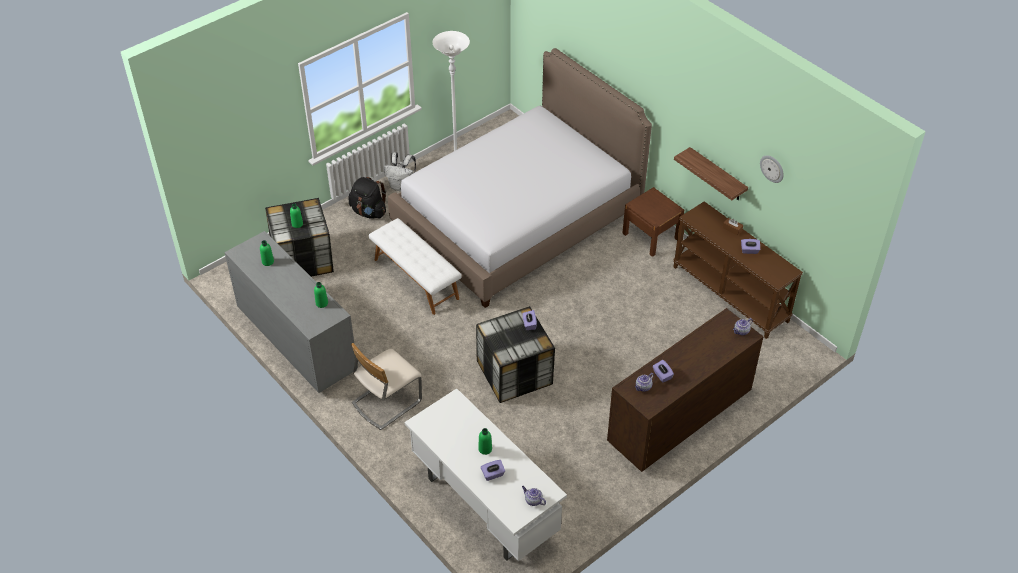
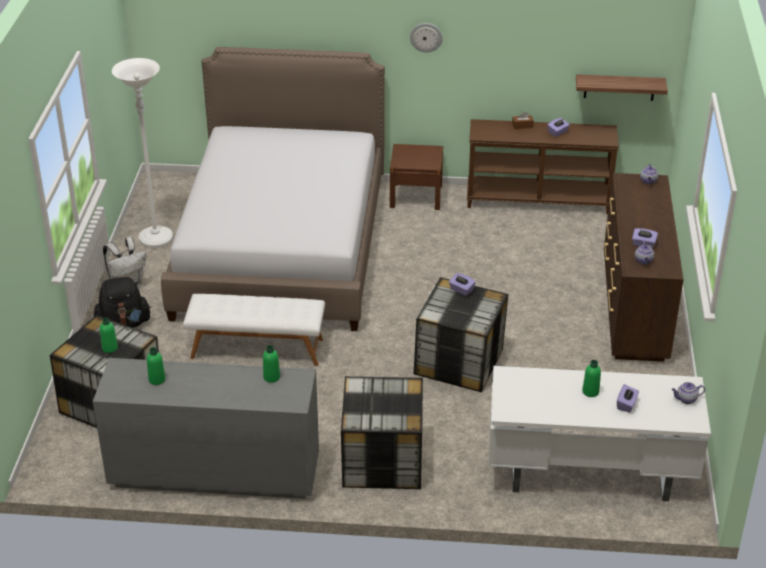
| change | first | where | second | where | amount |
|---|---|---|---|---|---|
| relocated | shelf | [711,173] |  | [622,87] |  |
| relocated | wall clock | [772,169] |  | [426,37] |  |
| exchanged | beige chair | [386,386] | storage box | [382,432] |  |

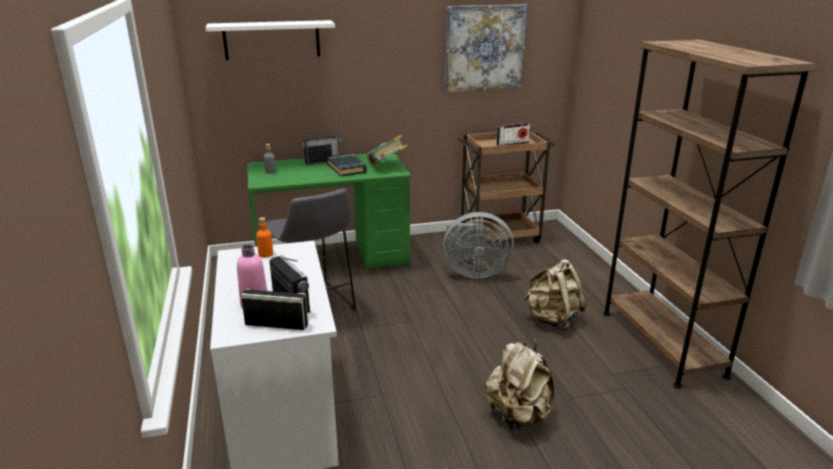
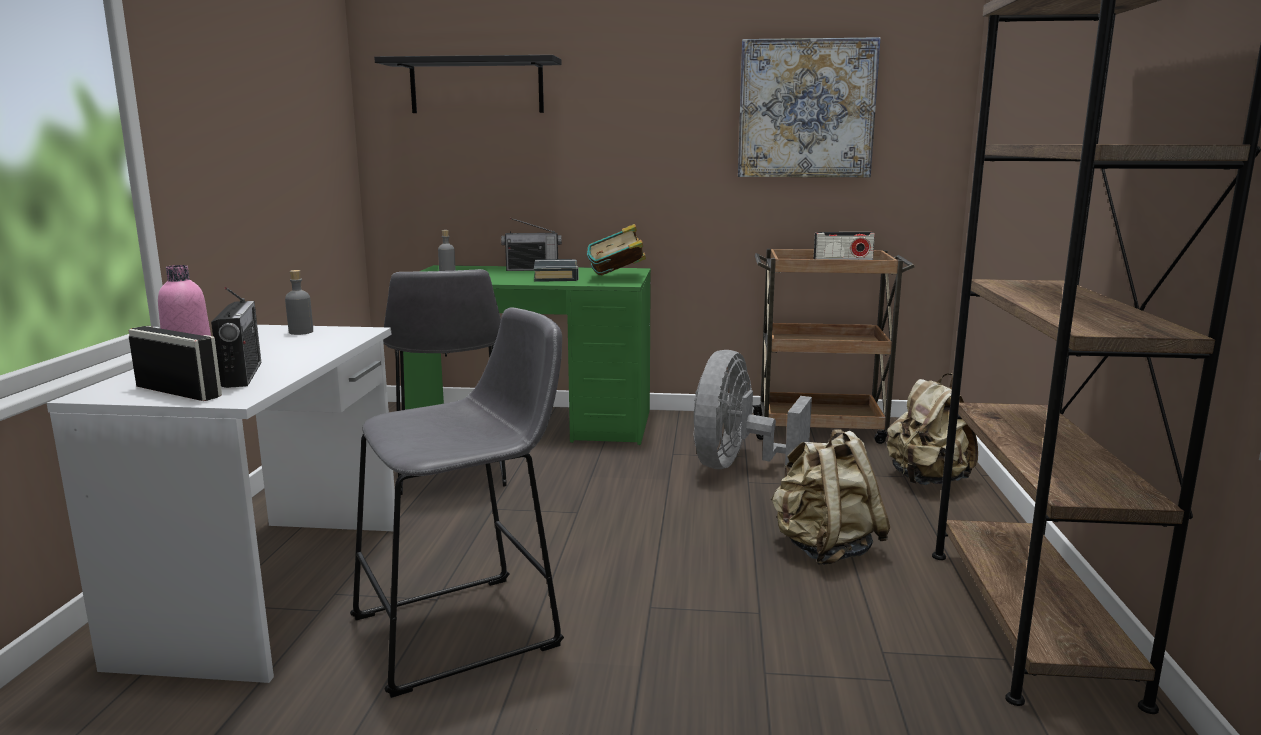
| change | first | where | second | where | amount |
|---|---|---|---|---|---|
| colour | white shelf | [270,40] | black shelf | [468,84] |  |
| spun | grey fan | [478,245] |  | [753,409] | 90 degrees clockwise |
| colour | orange bottle | [264,237] | grey bottle | [299,302] |  |
| relocated | beige backpack | [519,385] |  | [932,429] |  |
| appeared |  |  | grey stool | [457,502] |  |

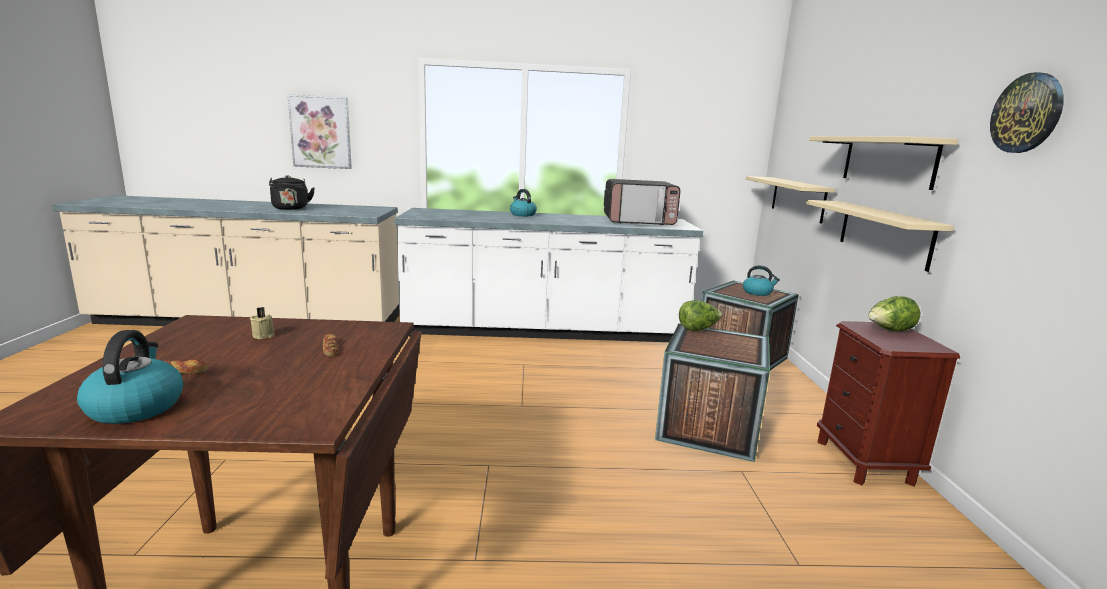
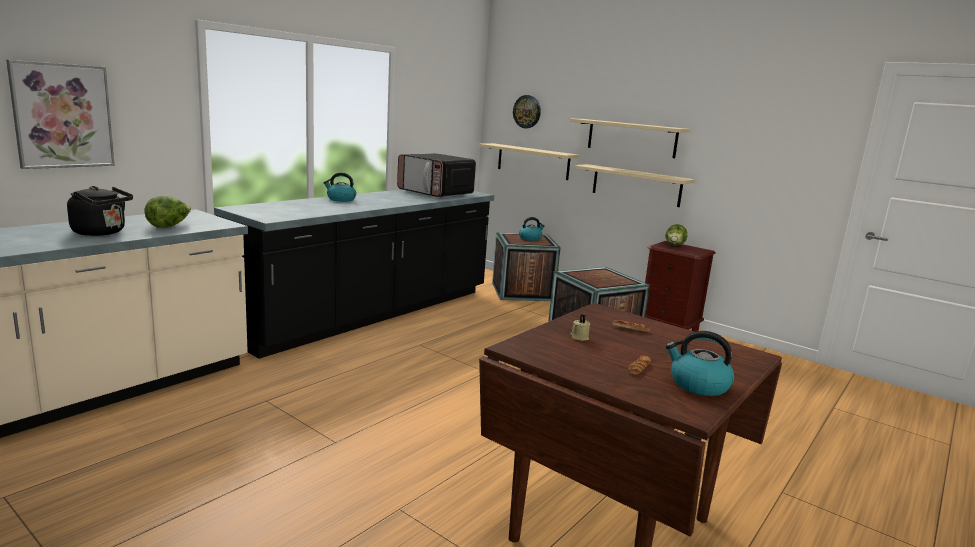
| change | first | where | second | where | amount |
|---|---|---|---|---|---|
| relocated | wall clock | [1027,112] |  | [527,111] |  |
| spun | microwave | [642,202] |  | [436,175] | 90 degrees clockwise |
| colour | white counter | [548,275] | black counter | [354,274] |  |
| relocated | lettuce | [701,315] |  | [167,212] |  |

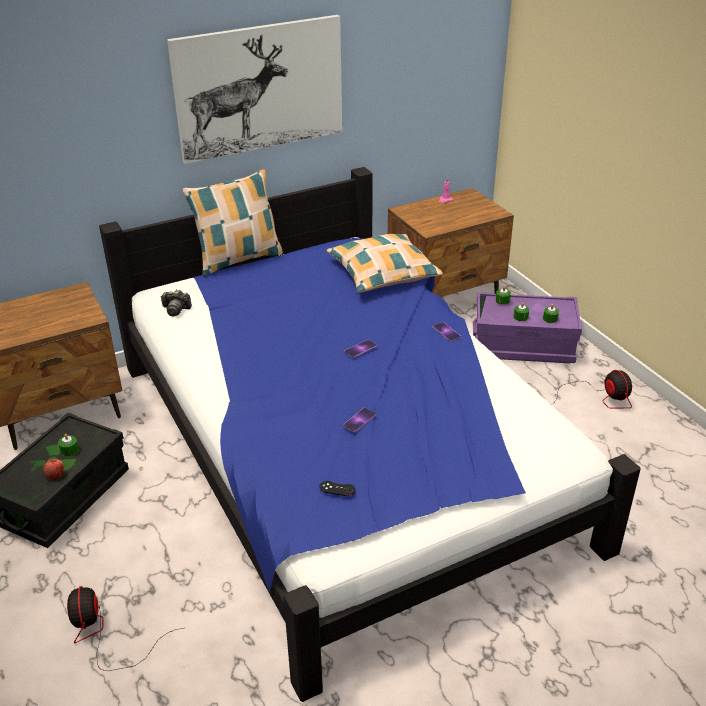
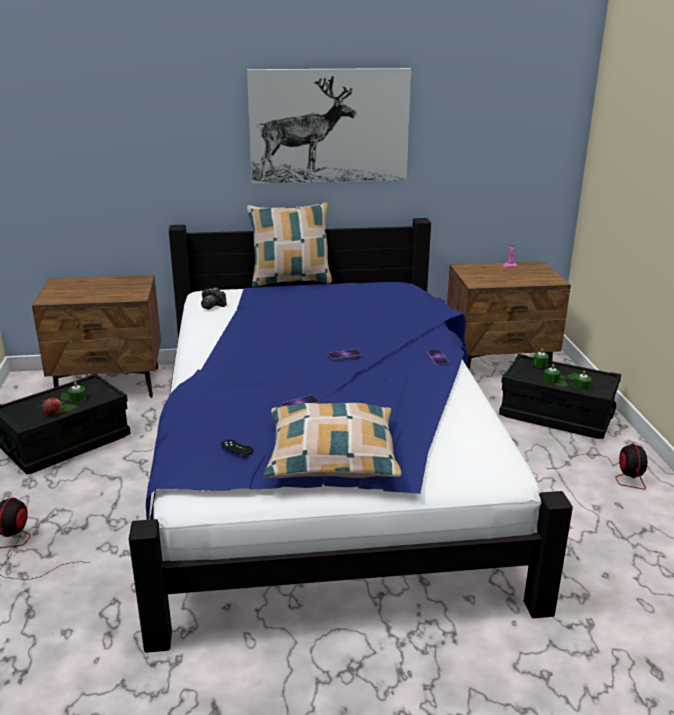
| change | first | where | second | where | amount |
|---|---|---|---|---|---|
| relocated | pillow | [385,263] |  | [332,440] |  |
| colour | purple storage box | [527,328] | black storage box | [560,396] |  |

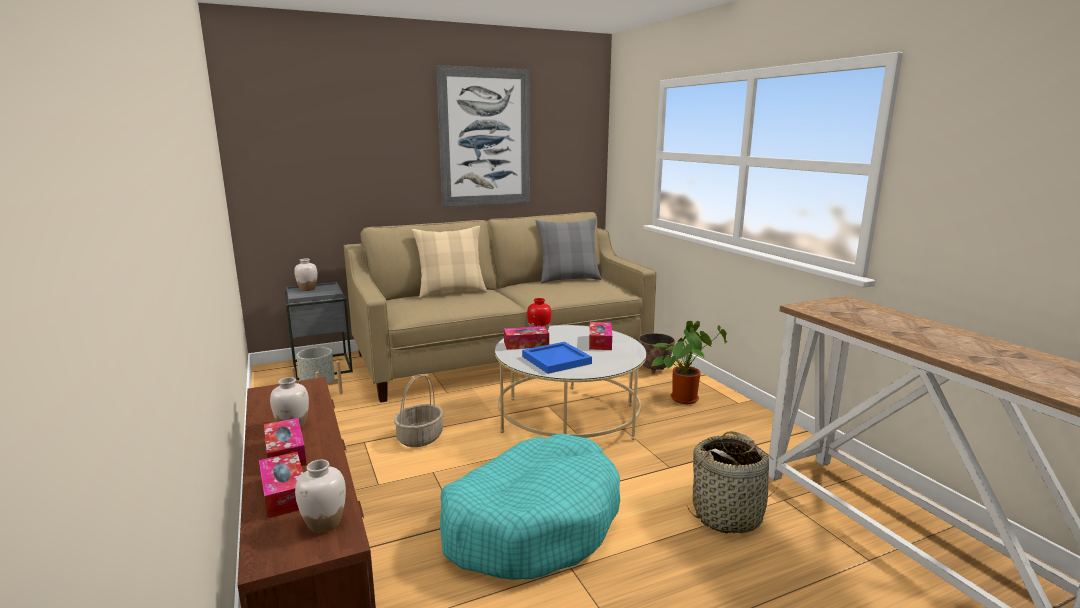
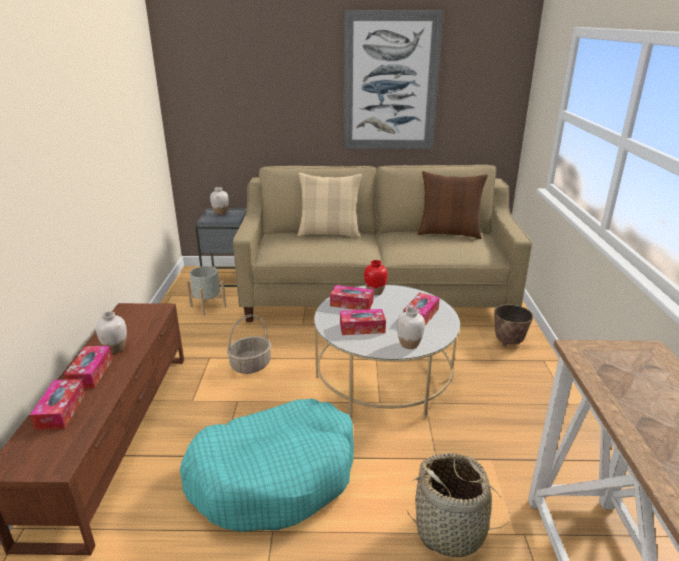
| change | first | where | second | where | amount |
|---|---|---|---|---|---|
| colour | grey pillow | [568,250] | brown pillow | [453,205] |  |
| missing | potted plant | [689,362] |  |  |  |
| exchanged | blue tray | [557,358] | tissue box | [363,322] |  |
| relocated | white vase | [320,496] |  | [411,328] |  |

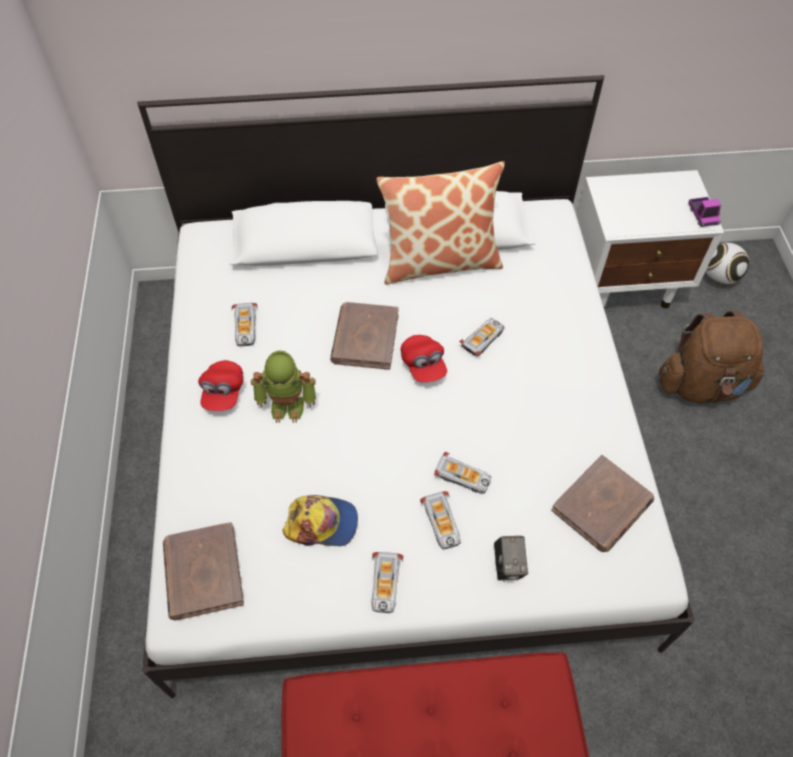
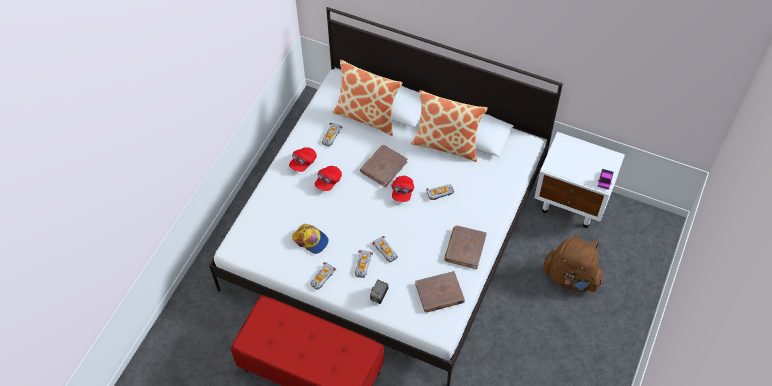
| change | first | where | second | where | amount |
|---|---|---|---|---|---|
| missing | football | [727,264] |  |  |  |
| exchanged | toy robot | [283,386] | red cap | [328,178] |  |
| relocated | brown book | [203,571] |  | [465,247] |  |
| appeared |  |  | pillow | [367,98] |  |

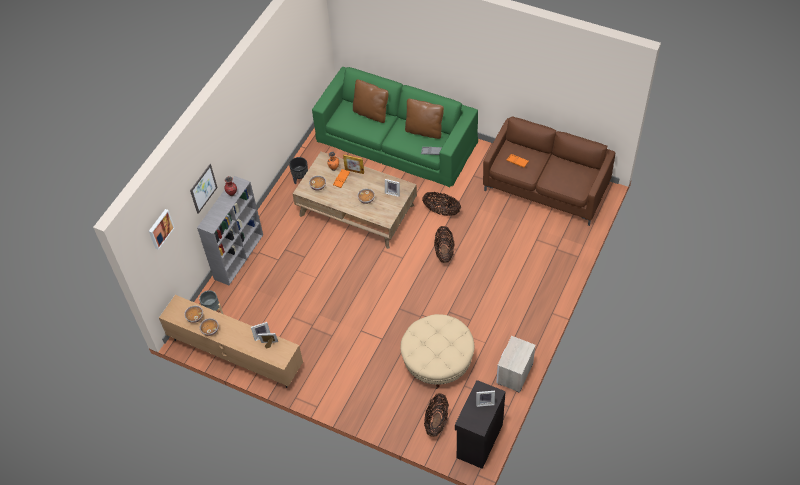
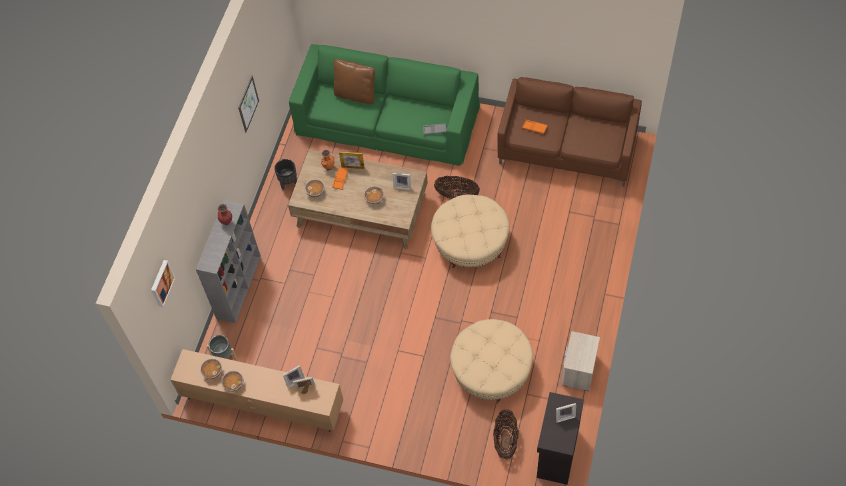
| change | first | where | second | where | amount |
|---|---|---|---|---|---|
| missing | brown pillow | [424,119] |  |  |  |
| relocated | picture | [204,189] |  | [248,104] |  |
| exchanged | basket | [444,244] | beige ottoman | [470,231] |  |

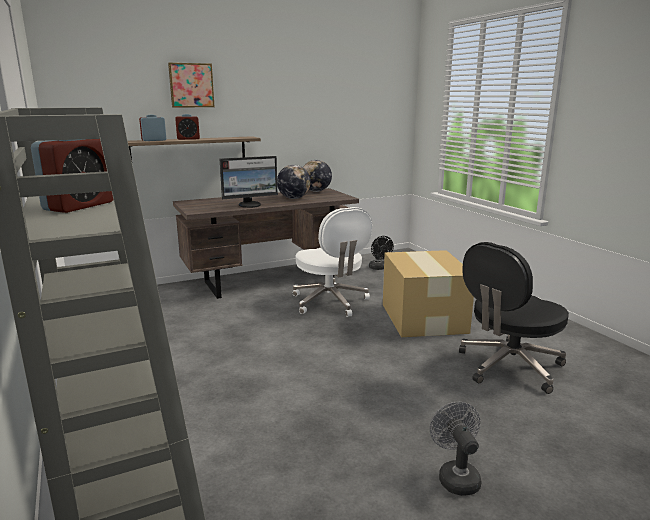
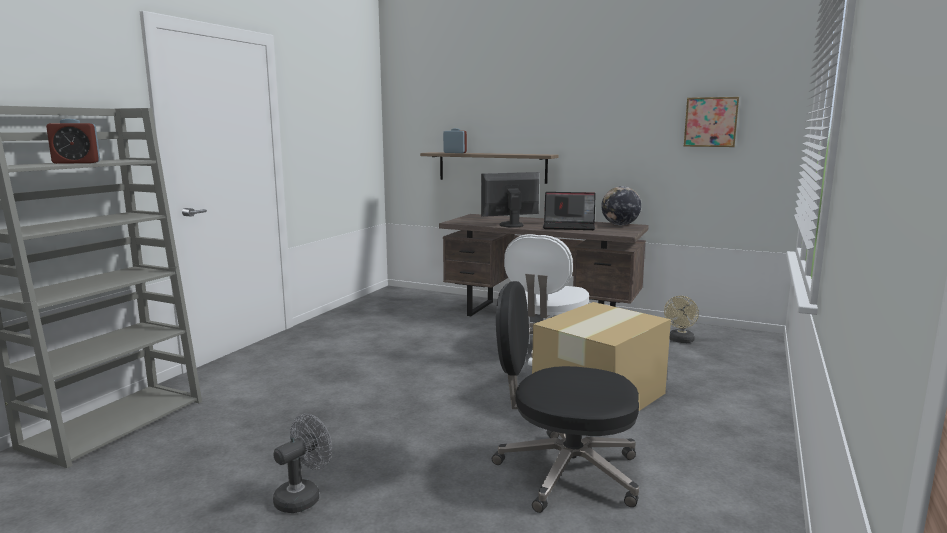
| change | first | where | second | where | amount |
|---|---|---|---|---|---|
| relocated | picture | [191,85] |  | [711,122] |  |
| missing | alarm clock | [187,127] |  |  |  |
| spun | monitor | [249,182] |  | [510,200] | 135 degrees clockwise |
| exchanged | globe | [294,182] | laptop | [569,211] |  |
| colour | black fan | [381,253] | beige fan | [681,319] |  |

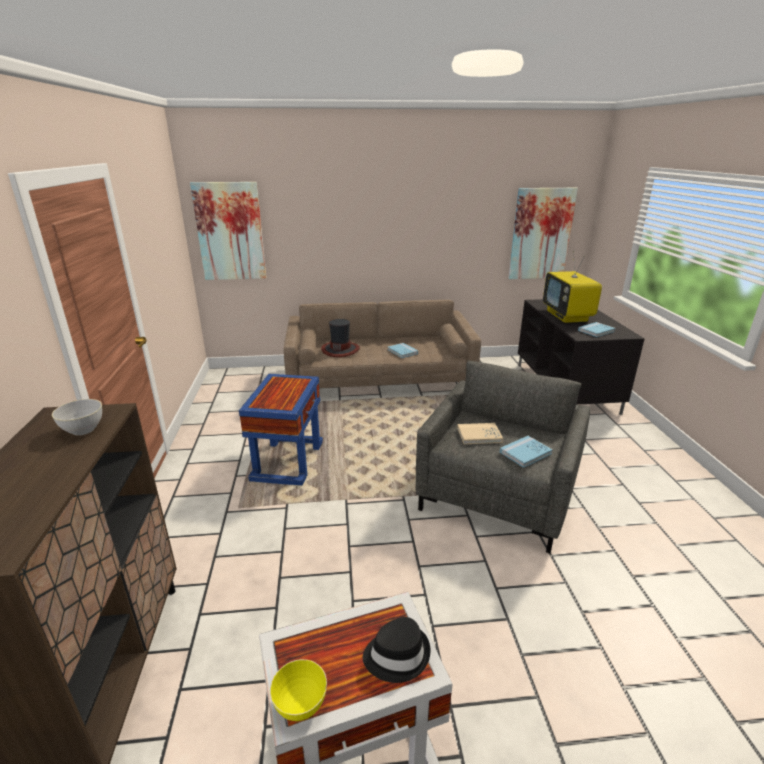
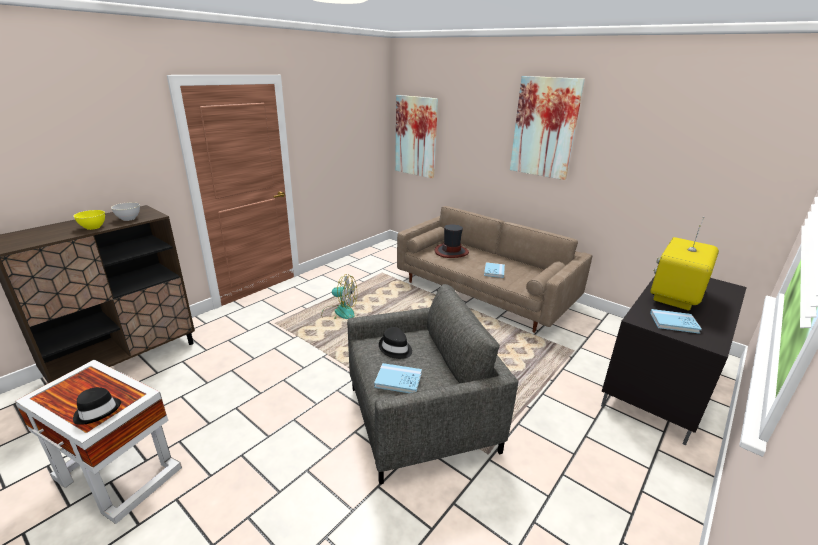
| change | first | where | second | where | amount |
|---|---|---|---|---|---|
| relocated | picture | [543,233] |  | [547,128] |  |
| exchanged | blue side table | [281,430] | fan | [339,298] |  |
| exchanged | beige book | [480,433] | black hat | [395,343] |  |
| relocated | yellow bowl | [298,690] |  | [89,220] |  |

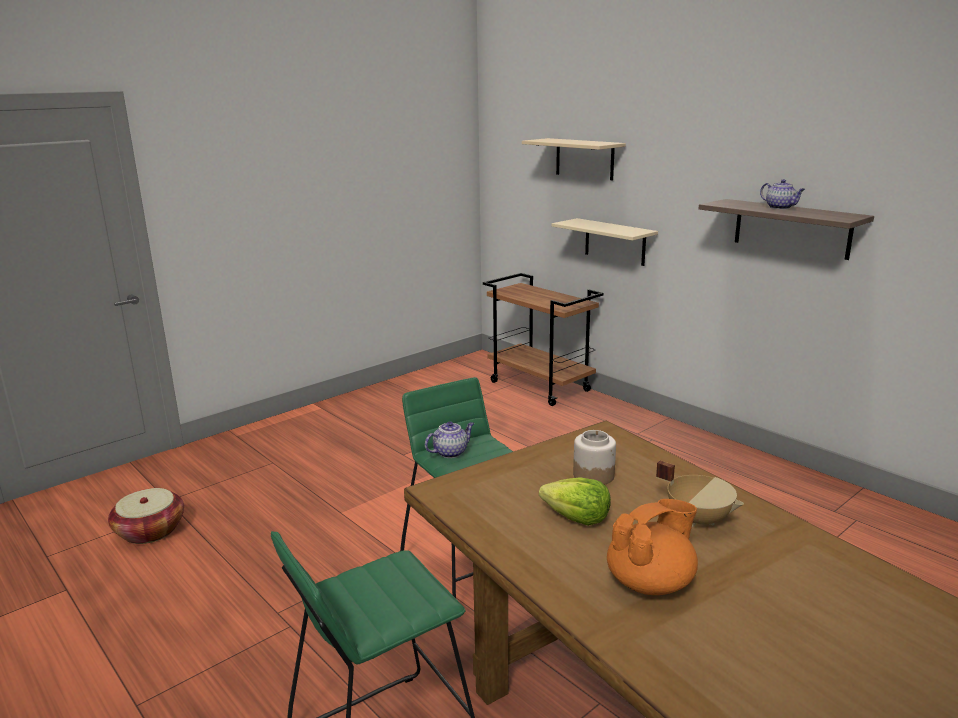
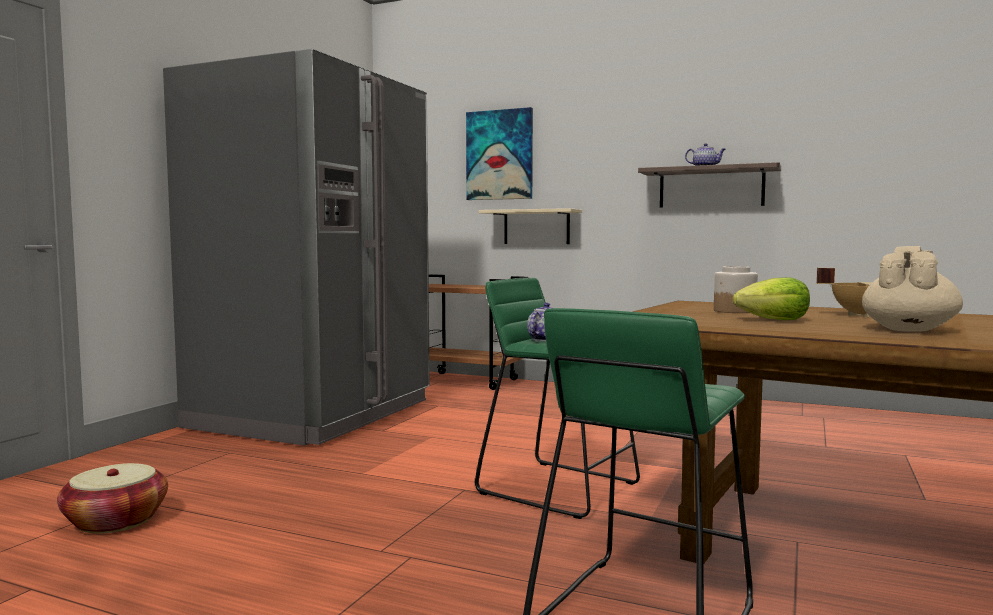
| change | first | where | second | where | amount |
|---|---|---|---|---|---|
| exchanged | beige shelf | [574,159] | picture | [499,153] |  |
| colour | orange teapot | [652,547] | beige teapot | [912,289] |  |
| appeared |  |  | grey fridge | [296,247] |  |

